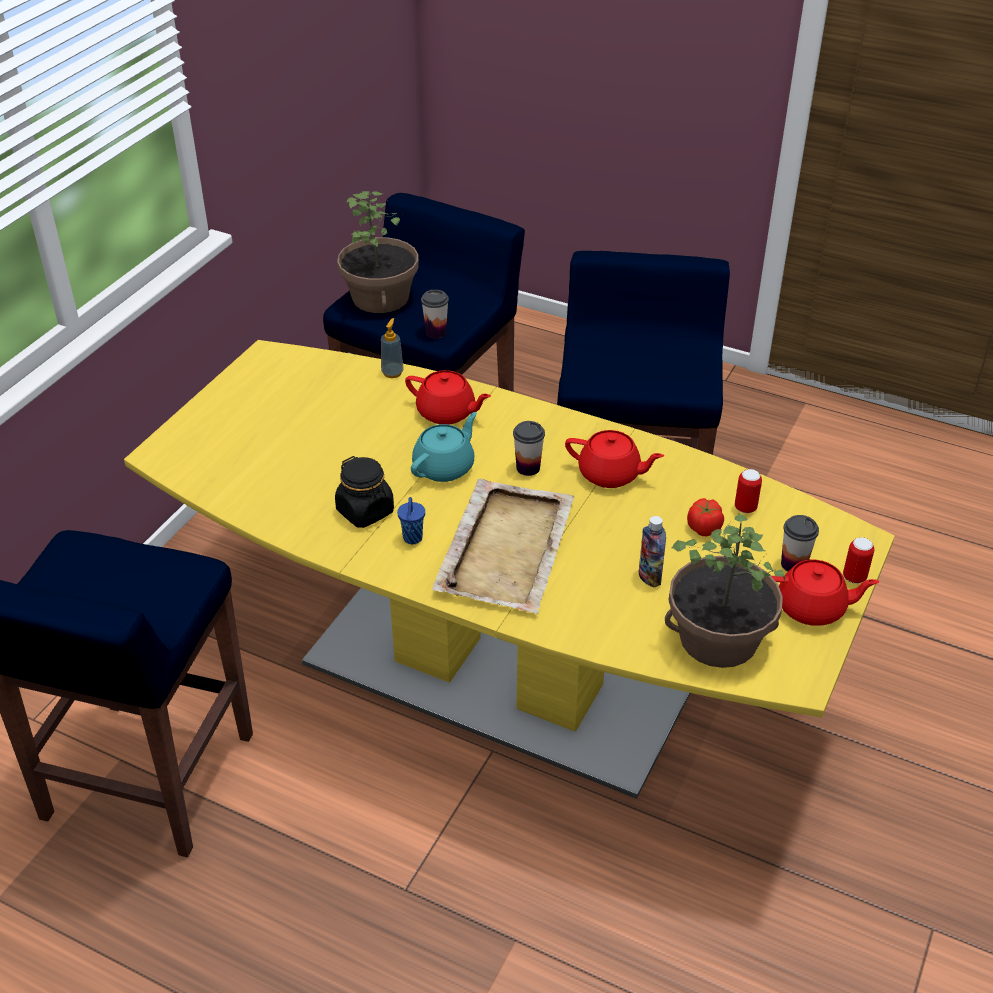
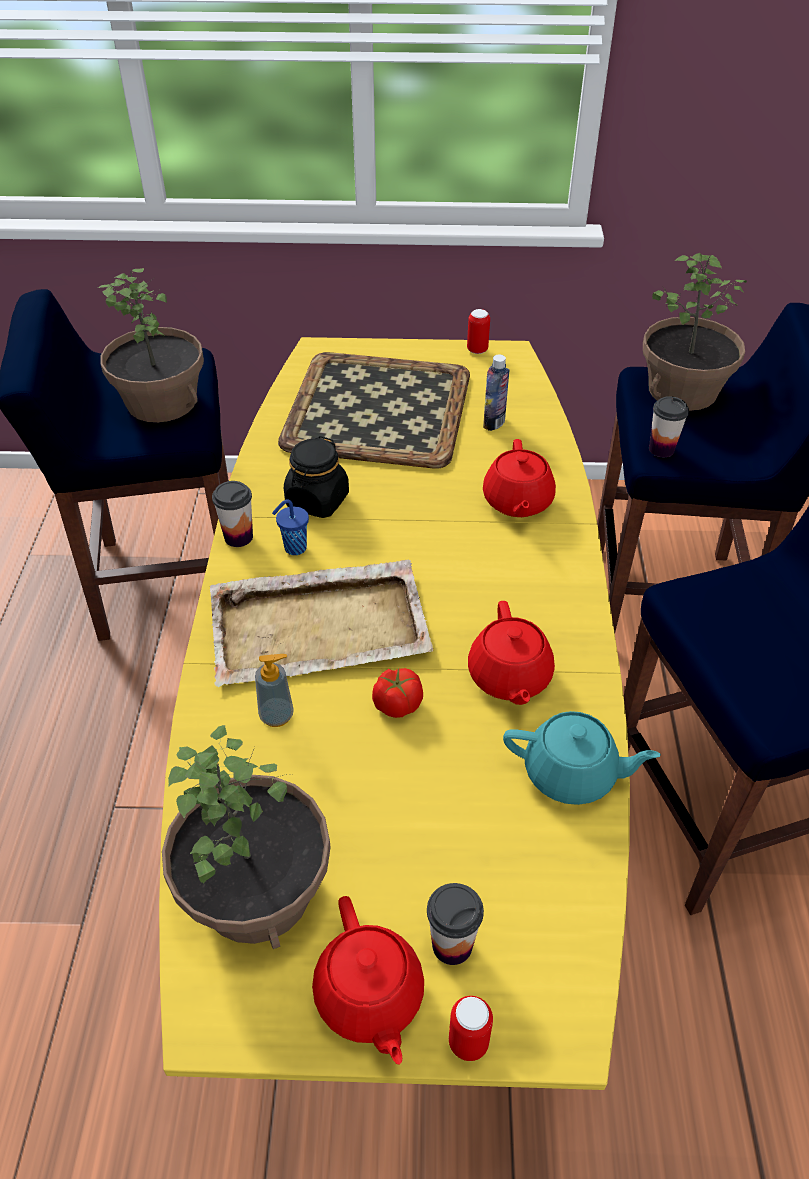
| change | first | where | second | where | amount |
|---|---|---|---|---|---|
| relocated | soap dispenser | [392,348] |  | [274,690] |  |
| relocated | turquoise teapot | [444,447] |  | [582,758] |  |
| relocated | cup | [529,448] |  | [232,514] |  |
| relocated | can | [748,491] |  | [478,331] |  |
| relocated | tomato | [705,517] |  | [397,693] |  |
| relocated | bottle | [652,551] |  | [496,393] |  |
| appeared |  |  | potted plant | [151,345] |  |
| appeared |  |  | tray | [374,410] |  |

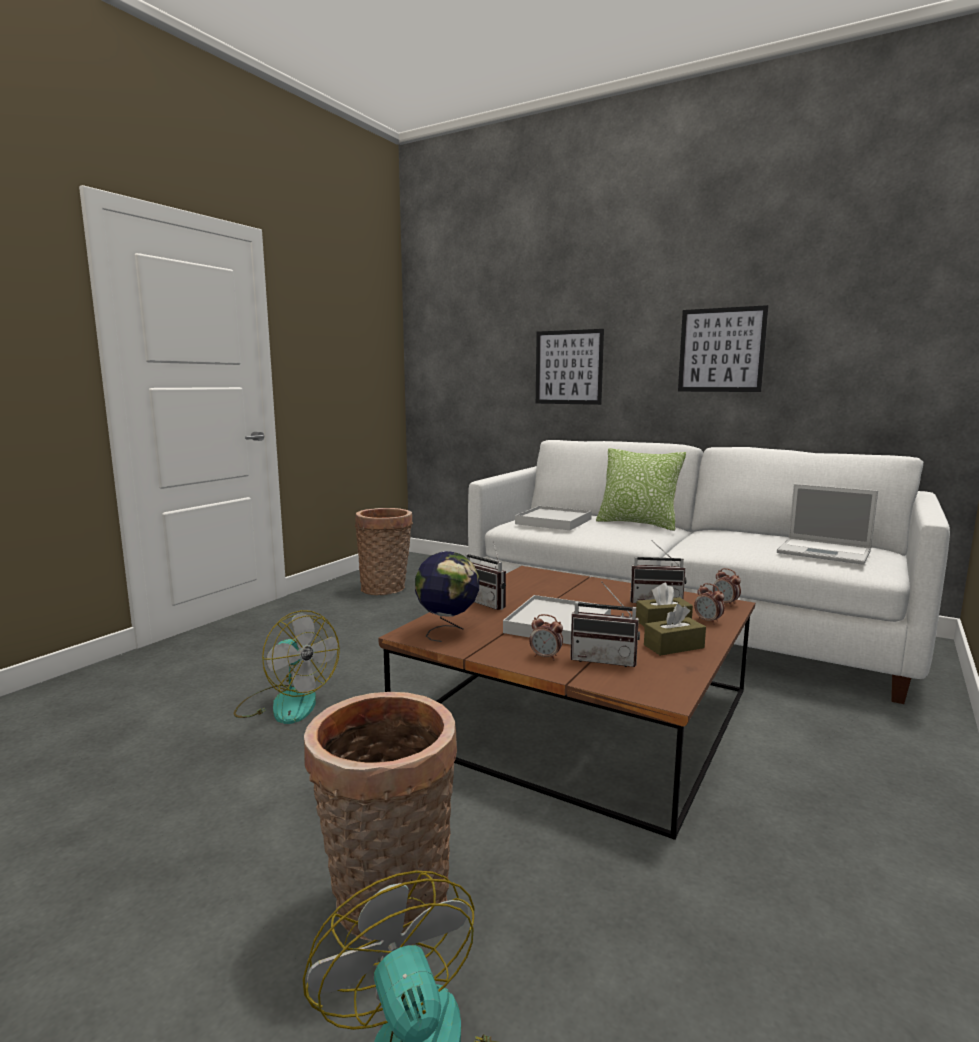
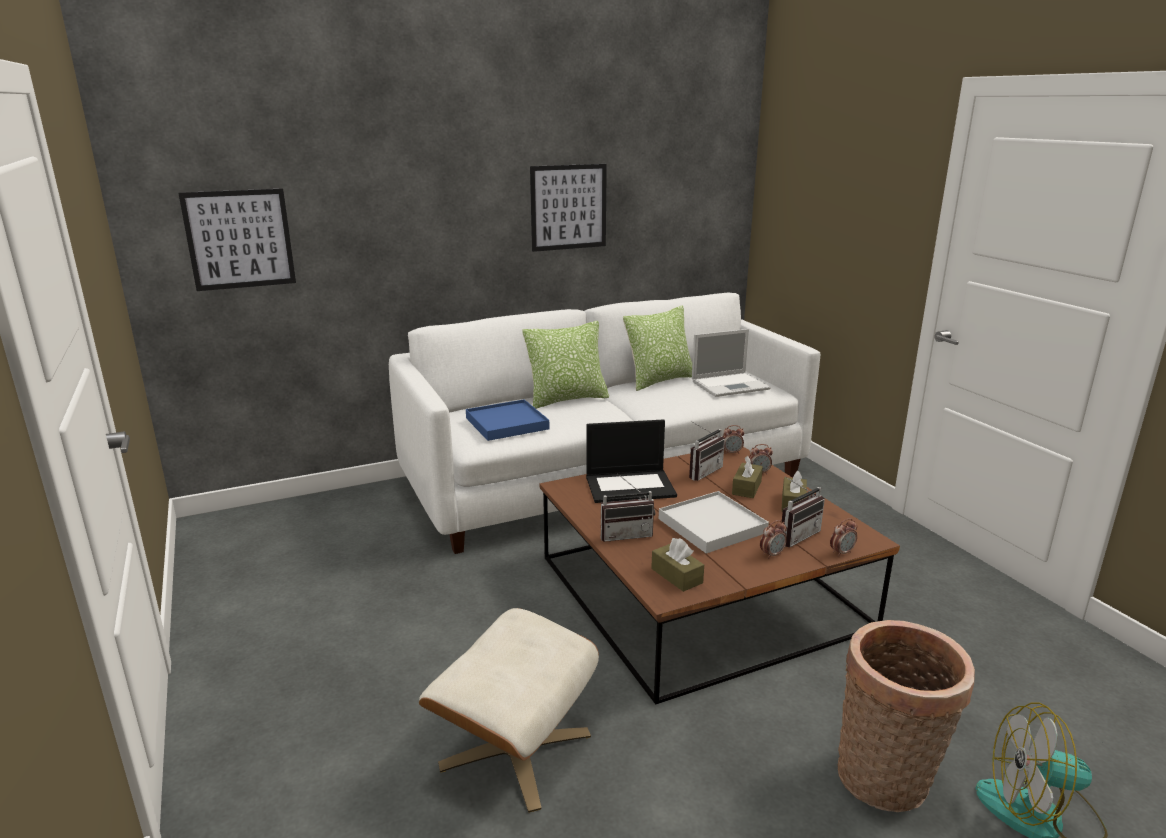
| change | first | where | second | where | amount |
|---|---|---|---|---|---|
| relocated | picture | [570,367] |  | [237,240] |  |
| colour | white tray | [553,518] | blue tray | [507,420] |  |
| missing | basket | [384,551] |  |  |  |
| exchanged | globe | [447,596] | brown tissue box | [677,565] |  |
| exchanged | fan | [287,667] | beige ottoman | [509,710] |  |
| appeared |  |  | pillow | [657,348] |  |
| appeared |  |  | laptop | [631,461] |  |
| appeared |  |  | alarm clock | [844,537] |  |

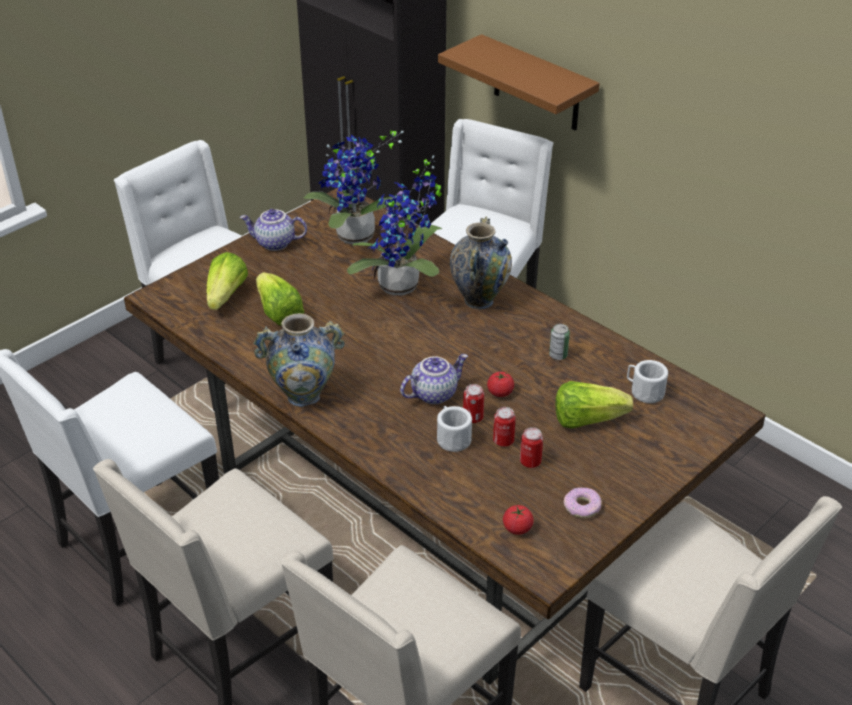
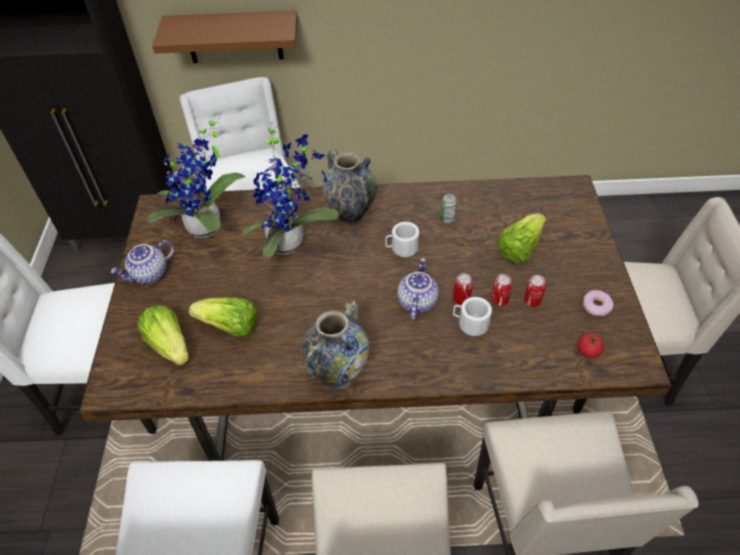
| change | first | where | second | where | amount |
|---|---|---|---|---|---|
| relocated | white mug | [647,381] |  | [402,239] |  |
| missing | tomato | [500,384] |  |  |  |

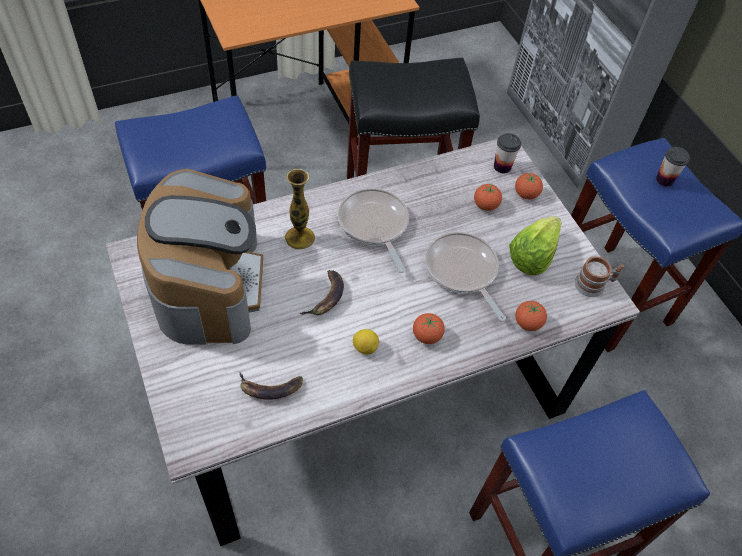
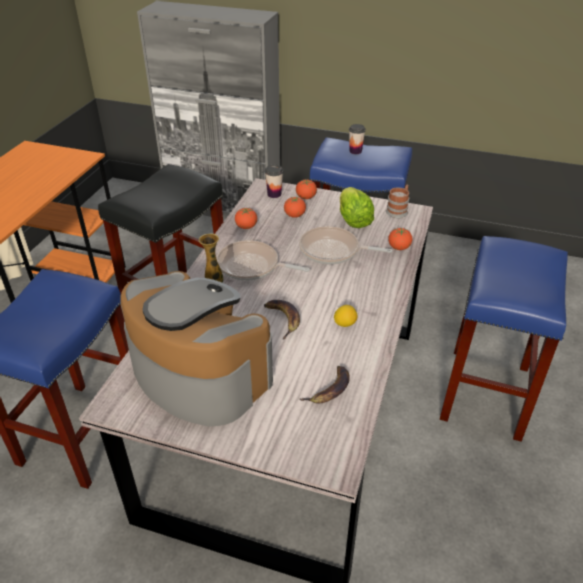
| change | first | where | second | where | amount |
|---|---|---|---|---|---|
| relocated | tomato | [429,328] |  | [246,218] |  |

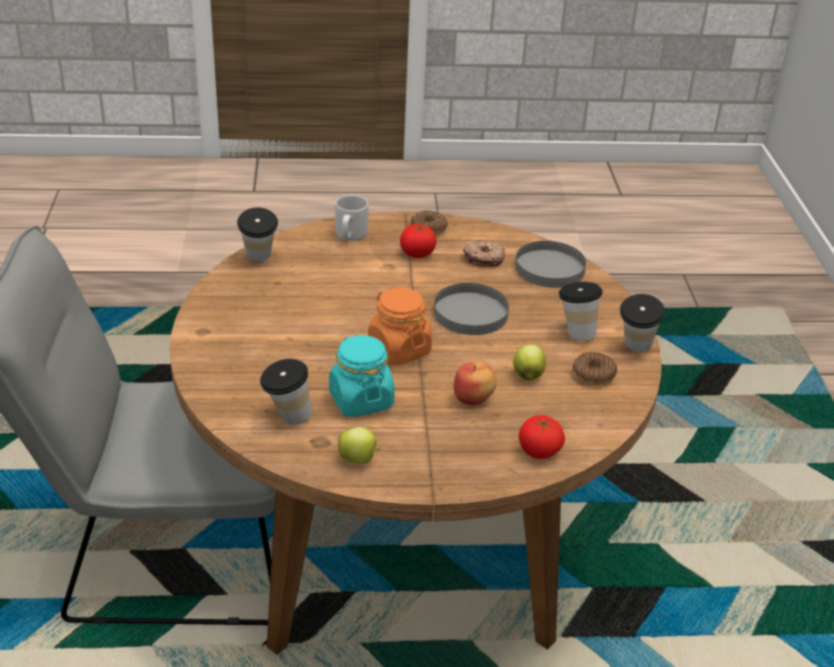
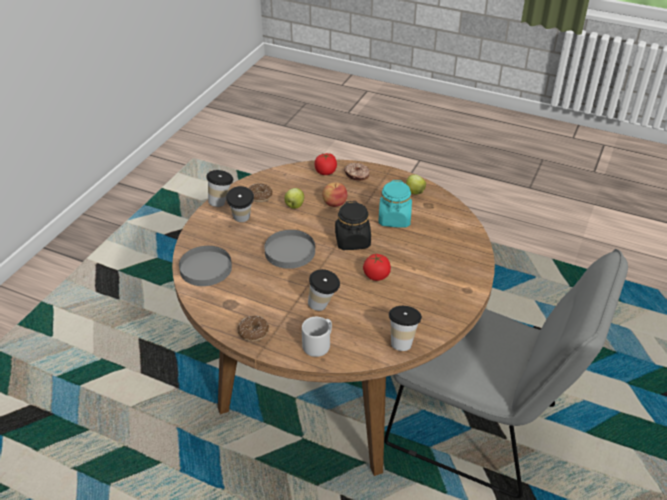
| change | first | where | second | where | amount |
|---|---|---|---|---|---|
| relocated | tomato | [418,241] |  | [377,267] |  |
| relocated | donut | [484,254] |  | [357,171] |  |
| colour | orange jar | [400,326] | black jar | [353,225] |  |
| relocated | cup | [286,392] |  | [324,290] |  |

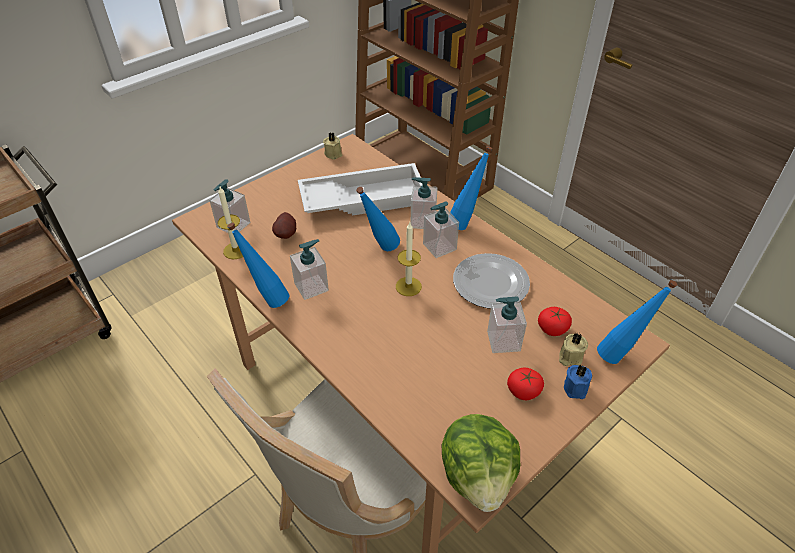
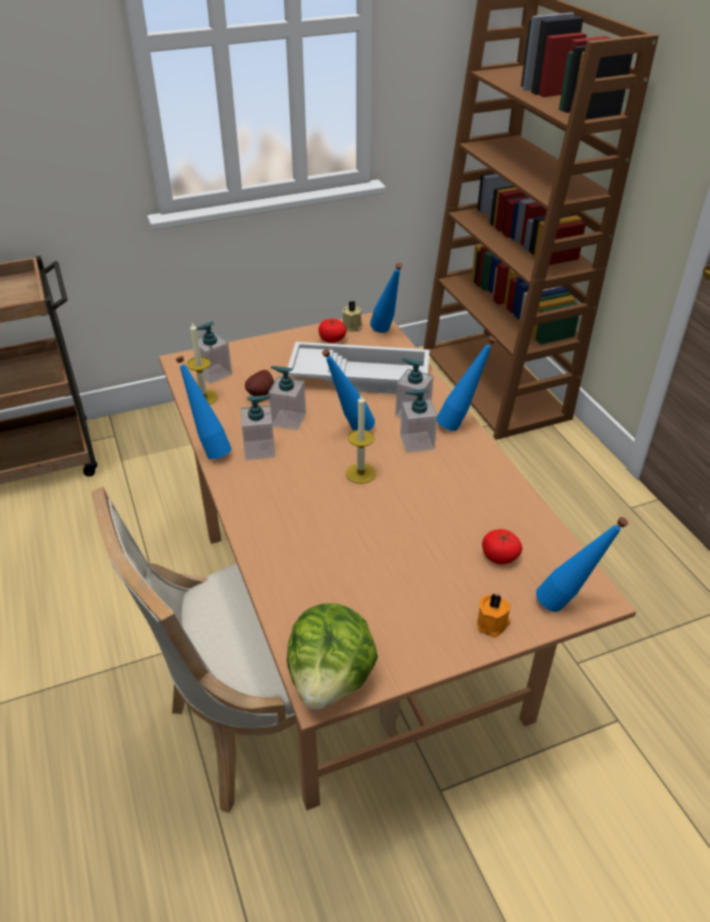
| change | first | where | second | where | amount |
|---|---|---|---|---|---|
| missing | plate | [491,281] |  |  |  |
| relocated | soap dispenser | [507,324] |  | [287,398] |  |
| missing | beige candle | [573,349] |  |  |  |
| colour | blue candle | [578,381] | orange candle | [494,615] |  |
| relocated | tomato | [525,384] |  | [332,331] |  |
| appeared |  |  | blue bottle | [386,298] |  |

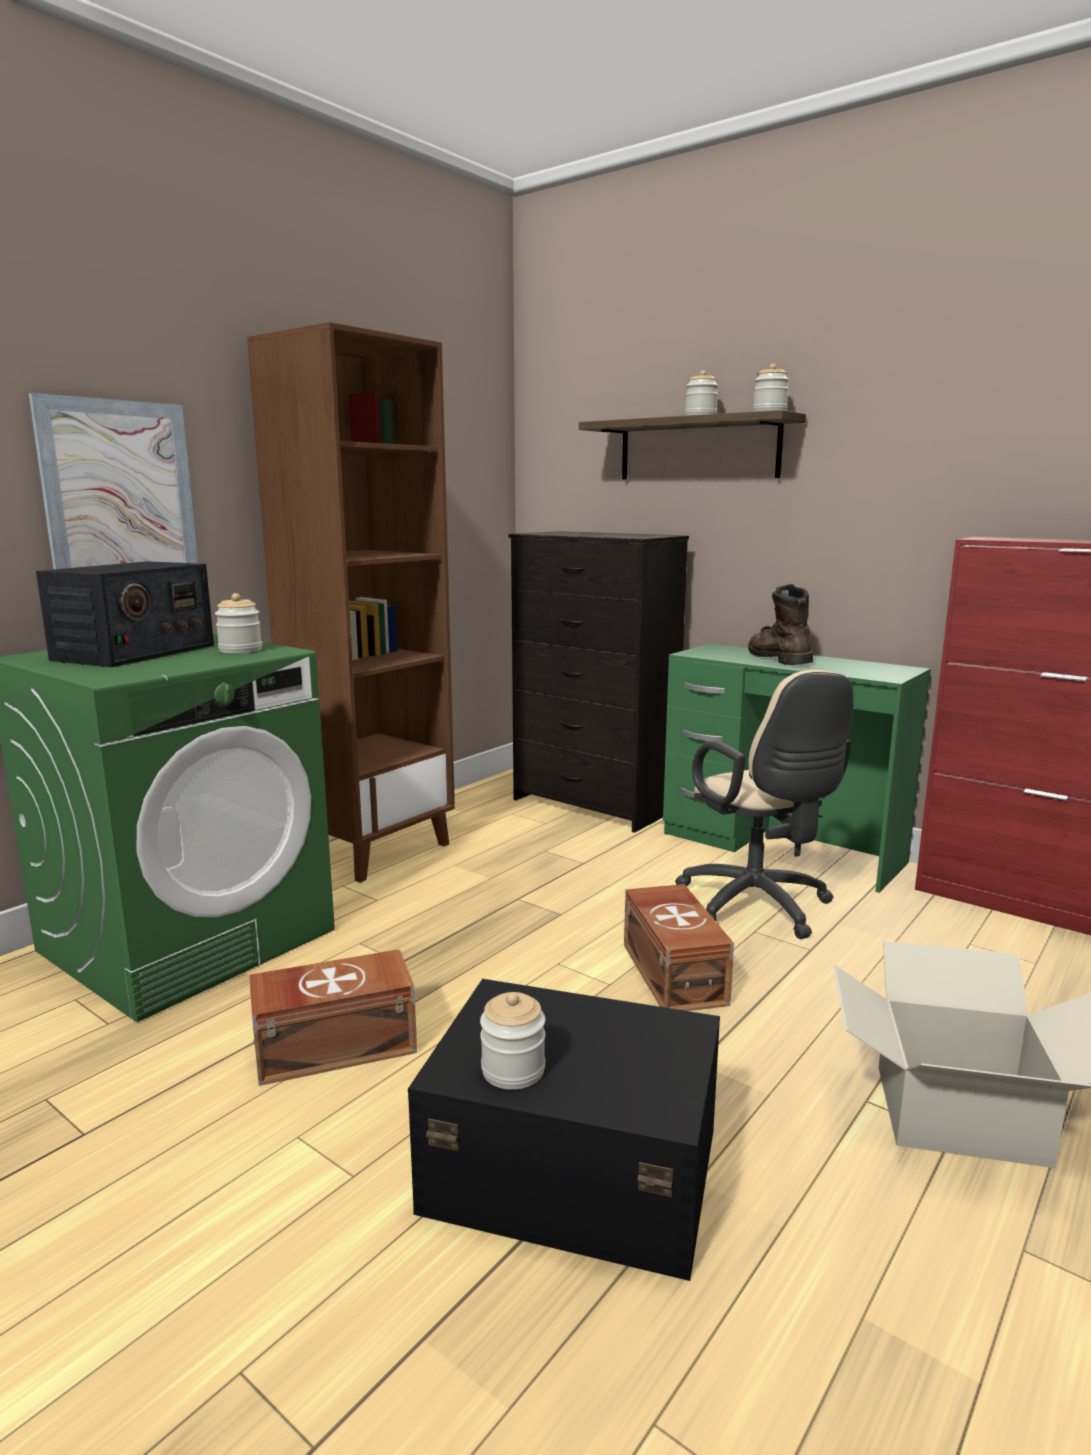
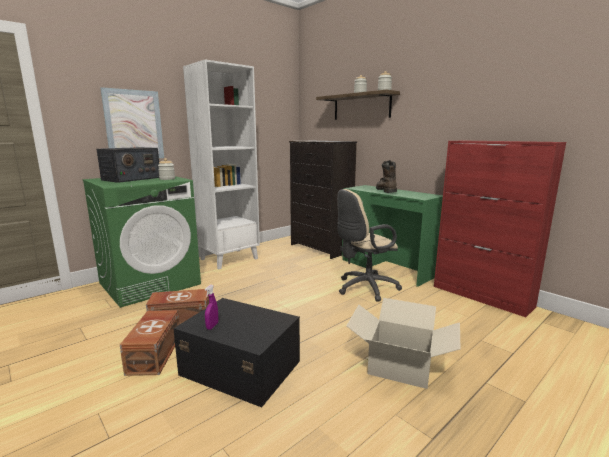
| change | first | where | second | where | amount |
|---|---|---|---|---|---|
| colour | brown bookcase | [351,602] | white bookcase | [221,165] |  |
| spun | beige office chair | [764,804] |  | [369,245] | 75 degrees clockwise |
| relocated | brown storage box | [679,947] |  | [149,343] |  |
| exchanged | jar | [512,1041] | purple spray bottle | [211,307] |  |

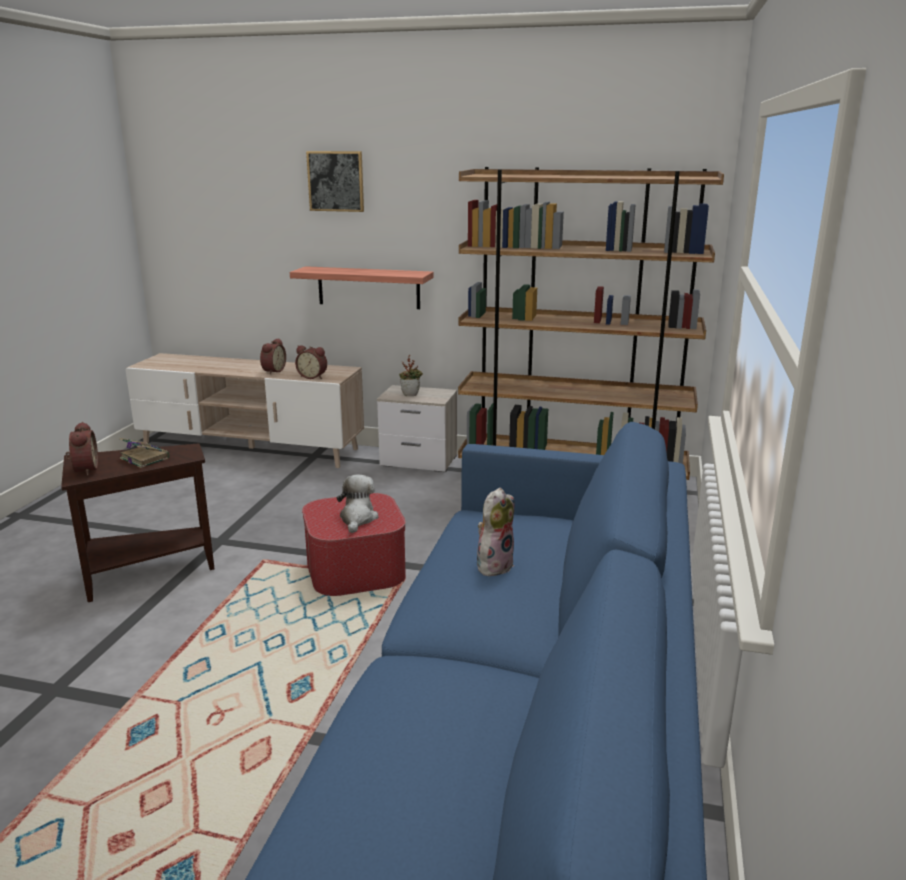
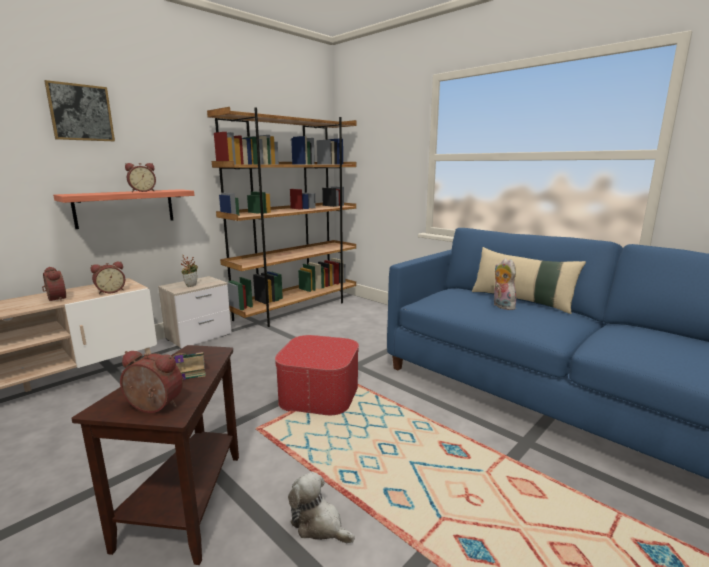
| change | first | where | second | where | amount |
|---|---|---|---|---|---|
| relocated | plush toy | [357,503] |  | [321,507] |  |
| appeared |  |  | alarm clock | [140,177] |  |
| appeared |  |  | beige pillow | [529,280] |  |

